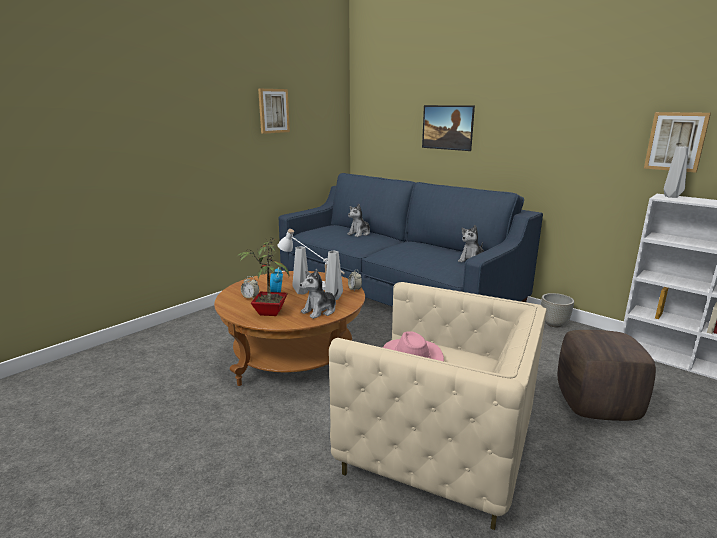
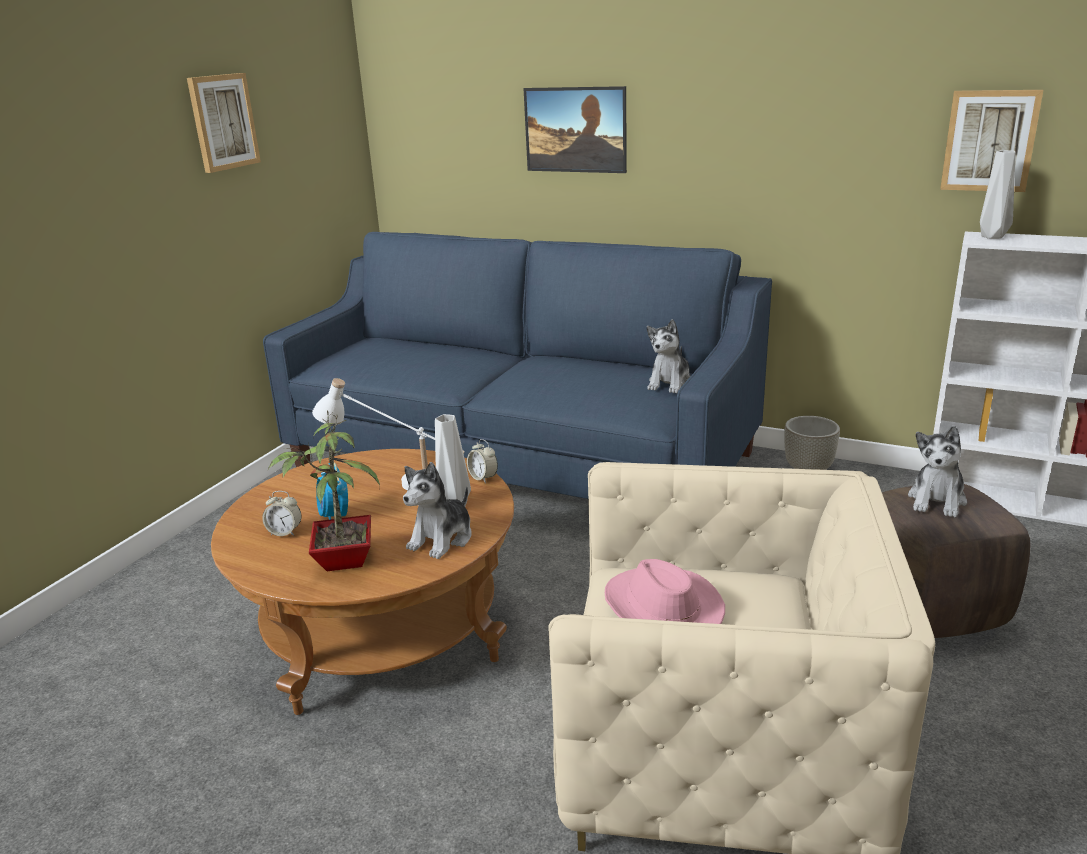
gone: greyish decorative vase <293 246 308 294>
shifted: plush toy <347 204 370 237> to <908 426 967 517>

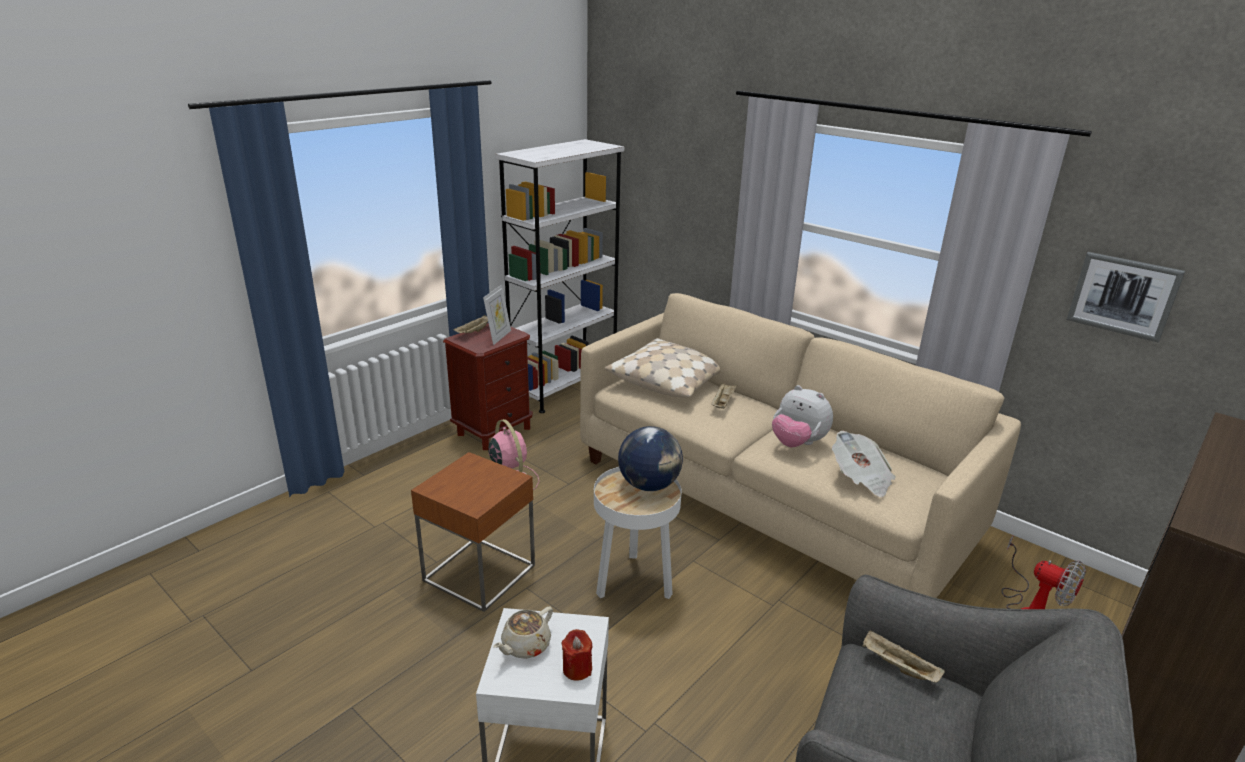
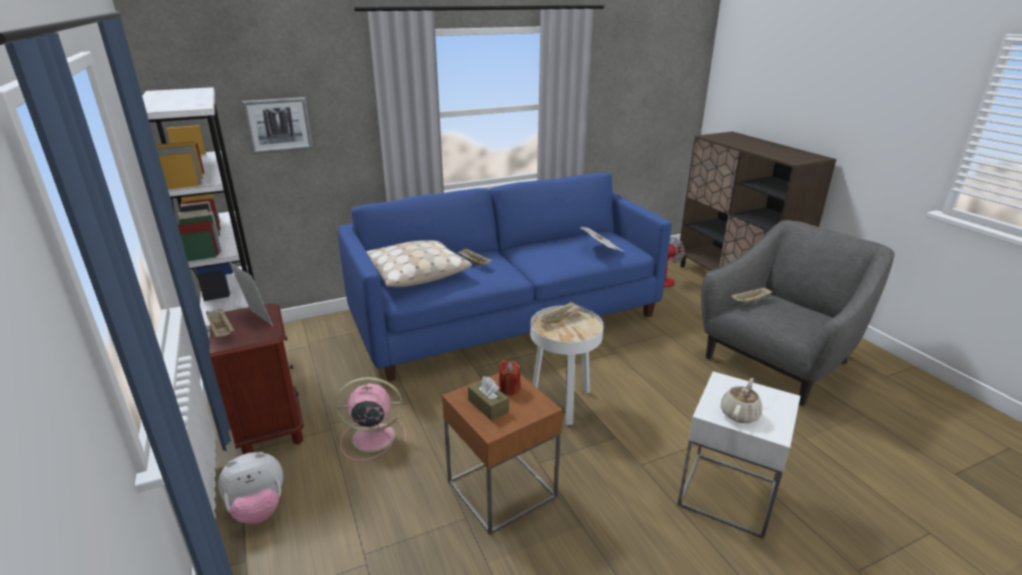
new: brown-coloured box of tissues <468 376 509 421>
shifted: reddish wax light <562 629 592 681> to <499 360 520 395>; plush toy <772 385 833 447> to <218 452 283 524>; wall picture <1067 252 1185 342> to <242 97 313 154>
swapped: globe <618 426 683 491> to beige carrying tray <536 301 583 324>
repainted: beige couch <580 293 1021 598> to bluish couch <338 172 672 382>
rotated: beige teapot <493 606 553 659> = <720 378 762 423> 120 degrees counterclockwise

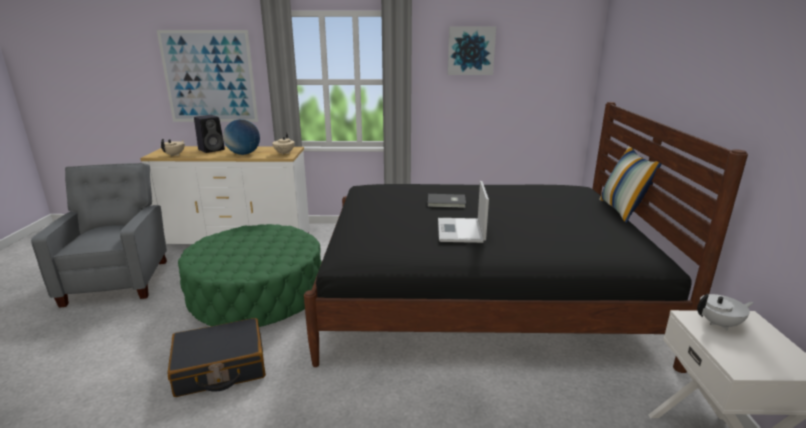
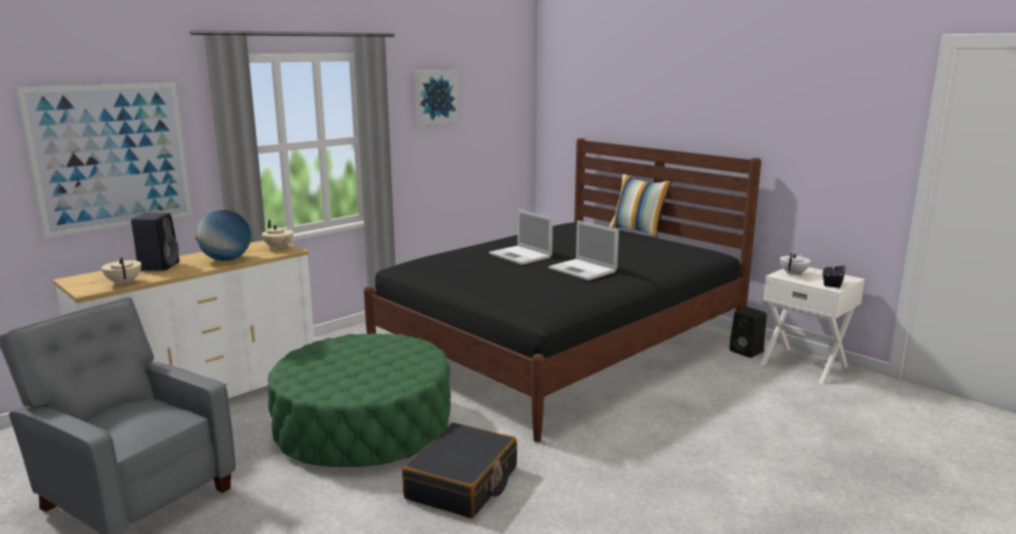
new: black loudspeaker <729 307 767 358>; black box of tissues <823 260 846 288>
swapped: greyish volume <428 194 466 208> to notebook computer <489 209 553 265>

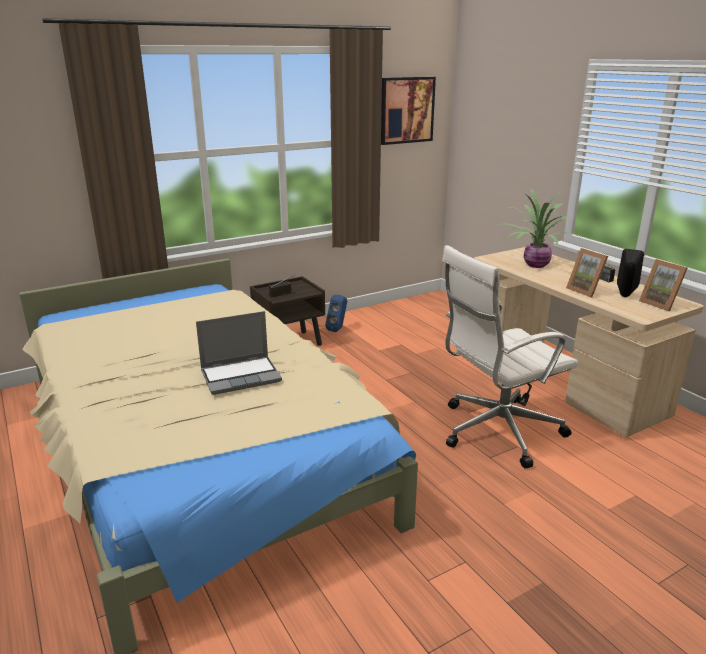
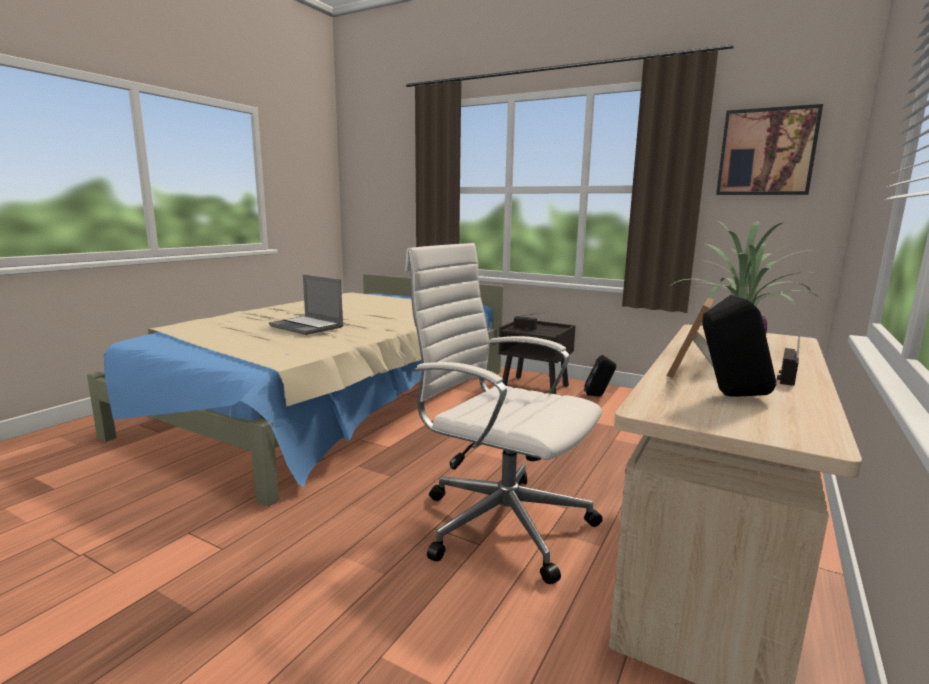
gone: standing frame <639 259 688 311>
repainted: bluish loudspeaker <325 294 347 332> to black loudspeaker <584 355 616 396>

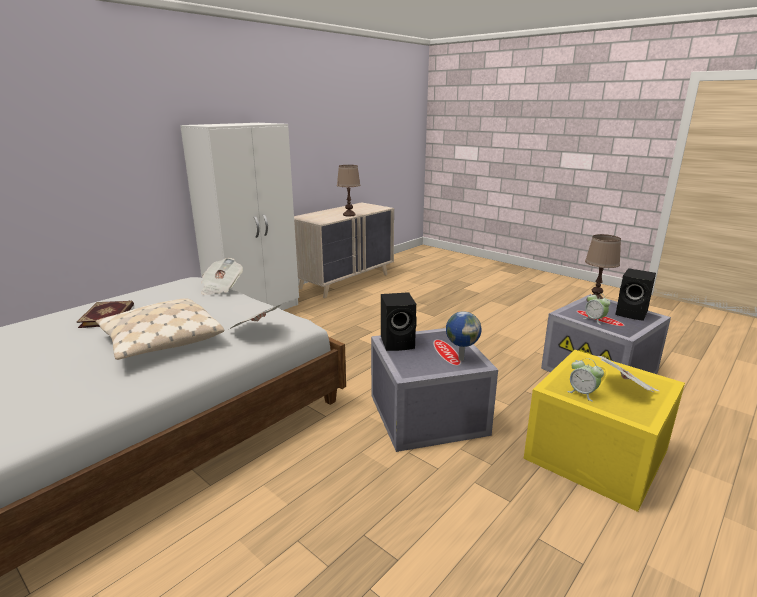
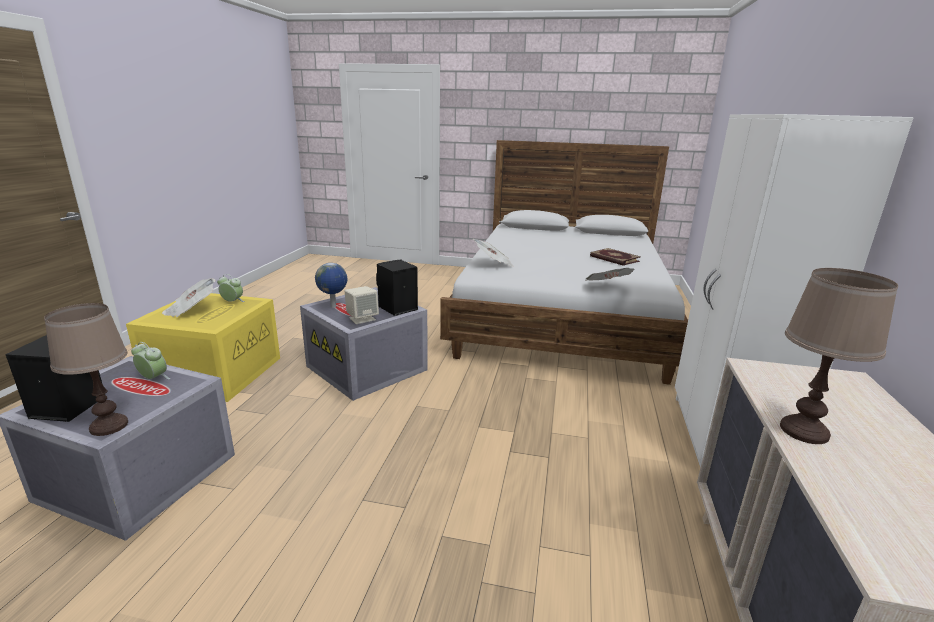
gone: beige cushion <96 298 225 360>
new: beige loudspeaker <344 286 379 324>

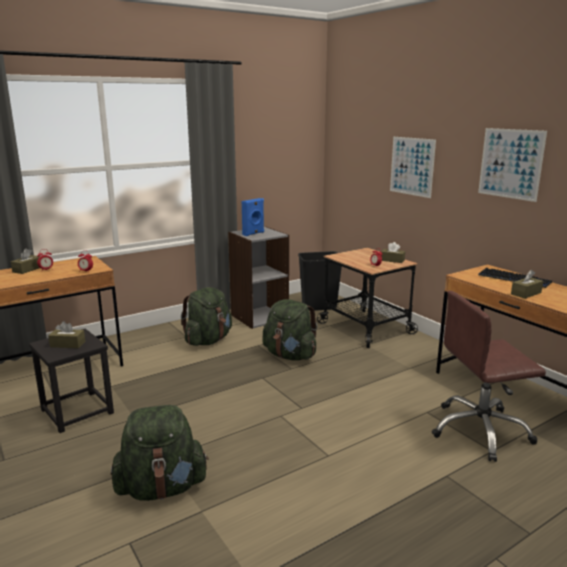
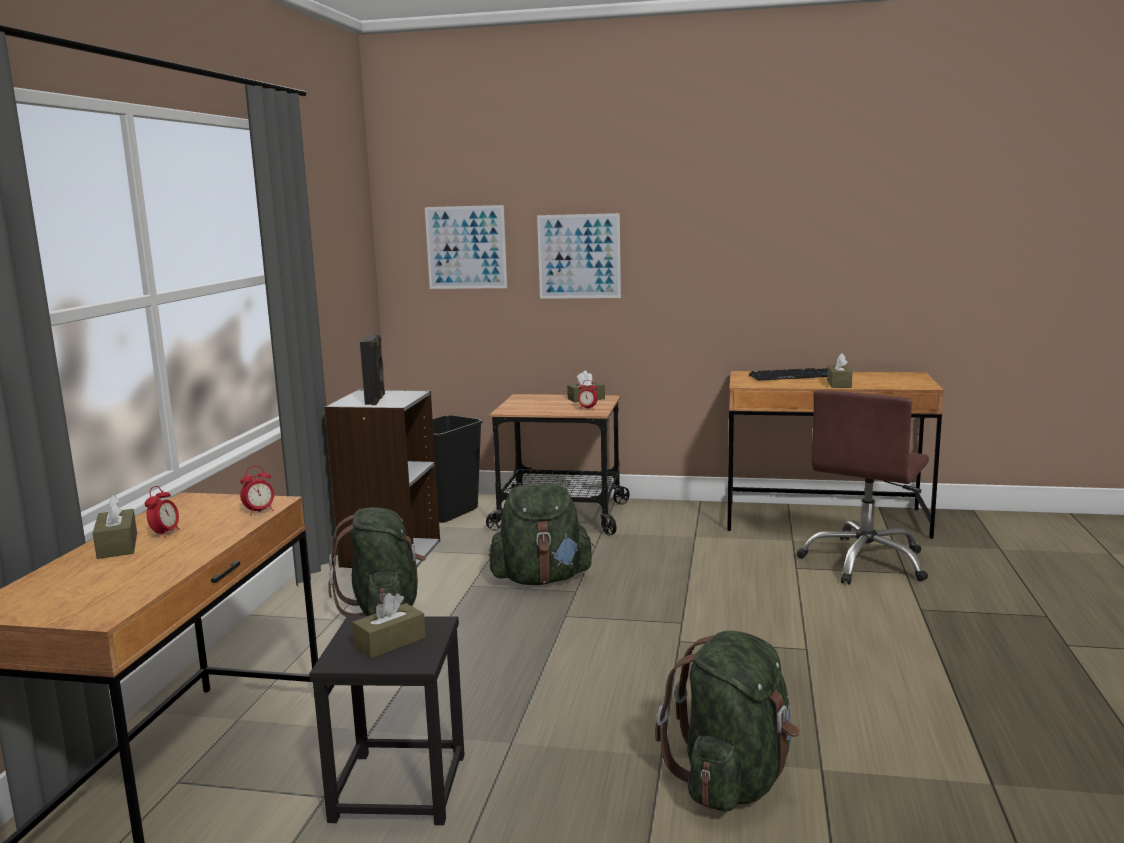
shifted: wall picture <478 128 547 202> to <425 205 507 289>
repainted: bluish loudspeaker <242 198 264 236> to black loudspeaker <360 334 385 405>

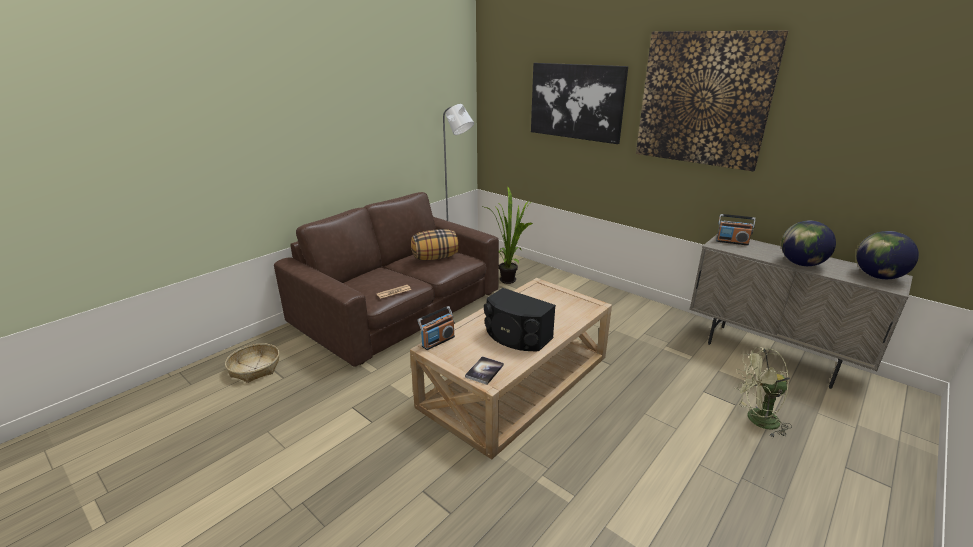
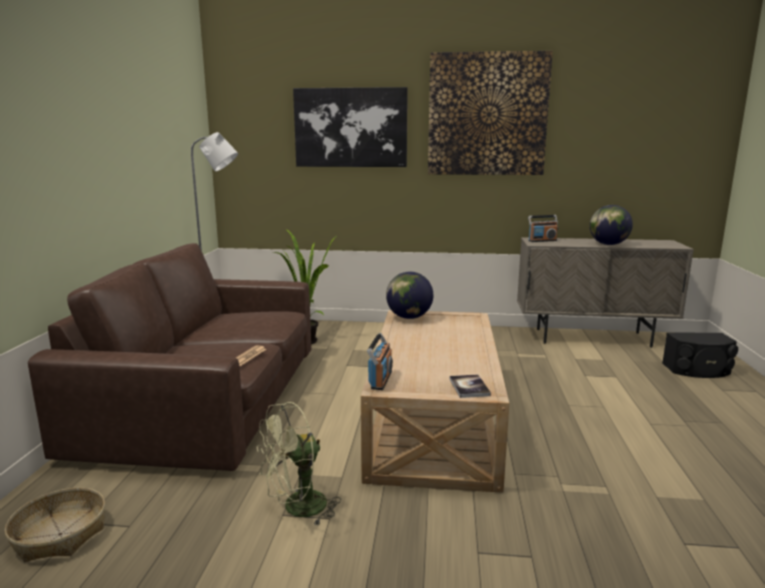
gone: cushion <411 229 459 260>
shifted: black loudspeaker <484 288 556 351> to <662 332 738 378>; greenish cooling fan <735 347 792 438> to <257 402 341 526>; globe <856 231 919 279> to <386 272 433 319>

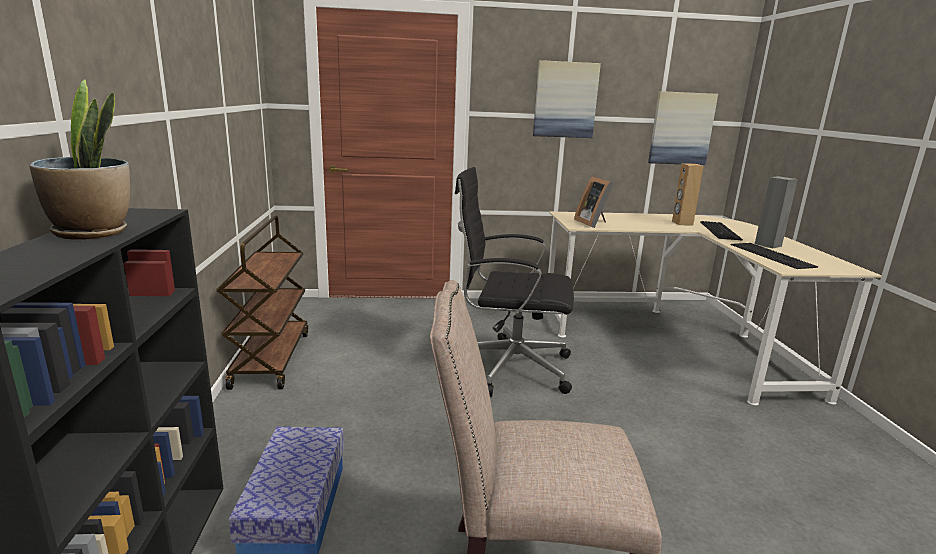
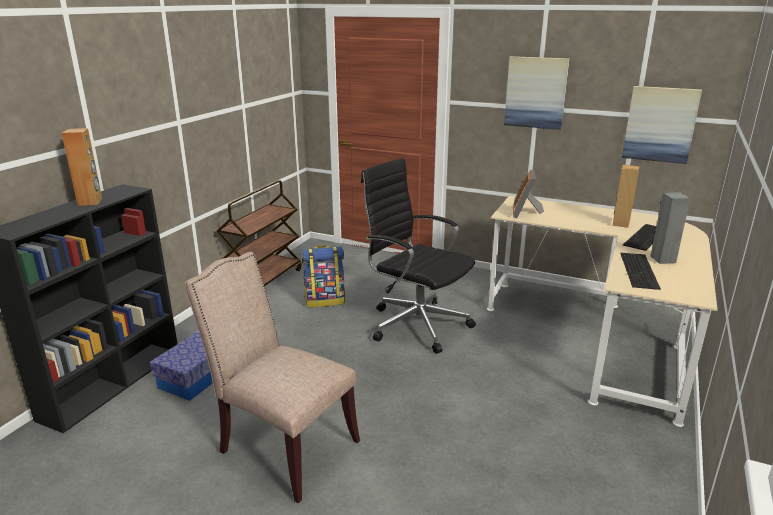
new: rucksack <302 245 345 308>
swapped: plant in a pot <29 80 130 240> to brown-coloured loudspeaker <62 128 102 206>

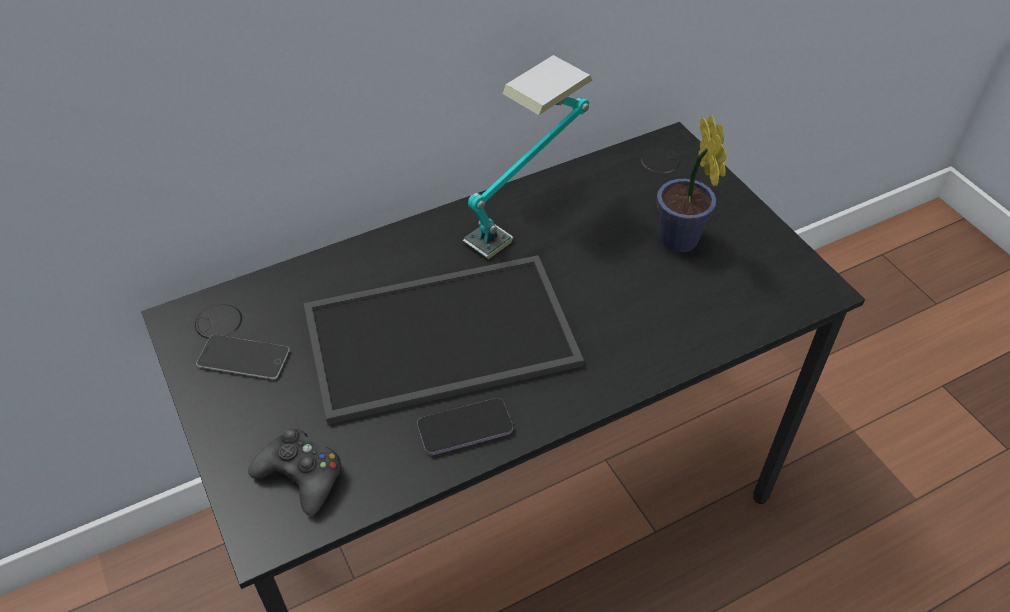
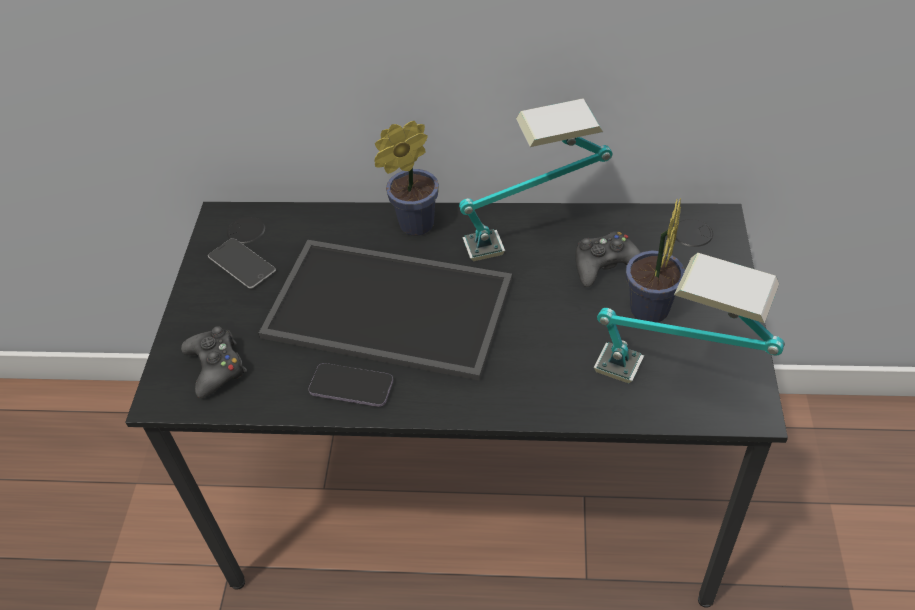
new: plant in a pot <374 121 439 236>; black game controller <575 232 641 287>; lamp for a table <594 253 785 384>

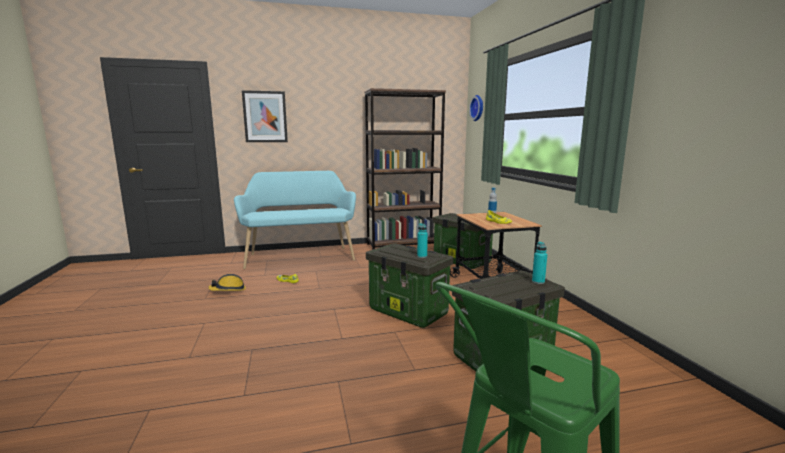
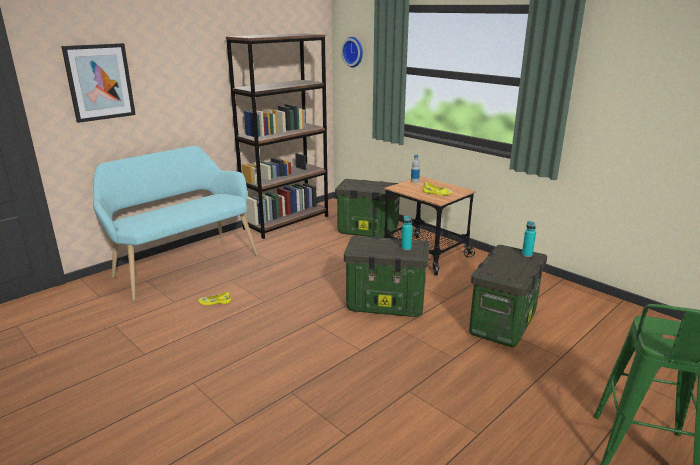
gone: work helmet <208 274 246 291>

